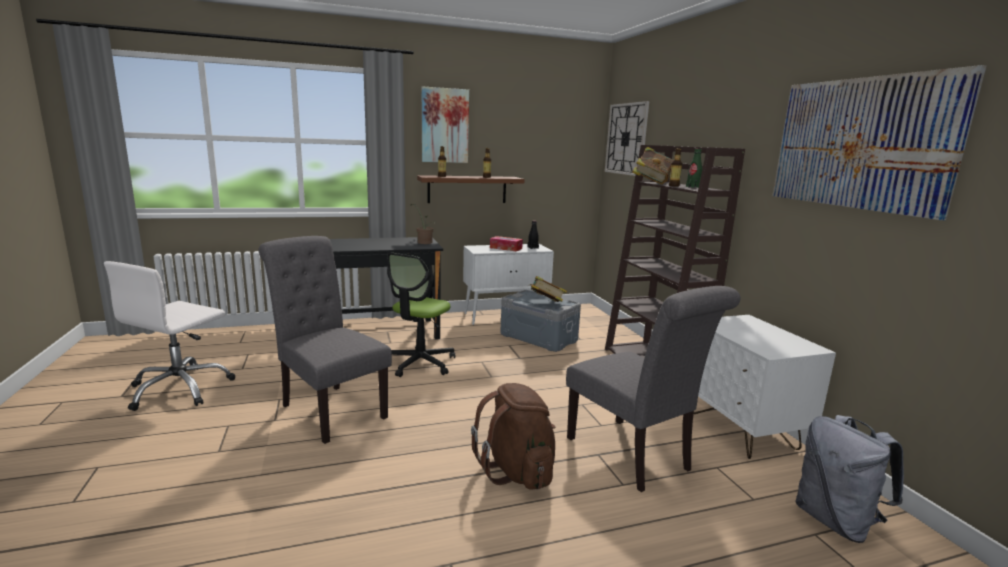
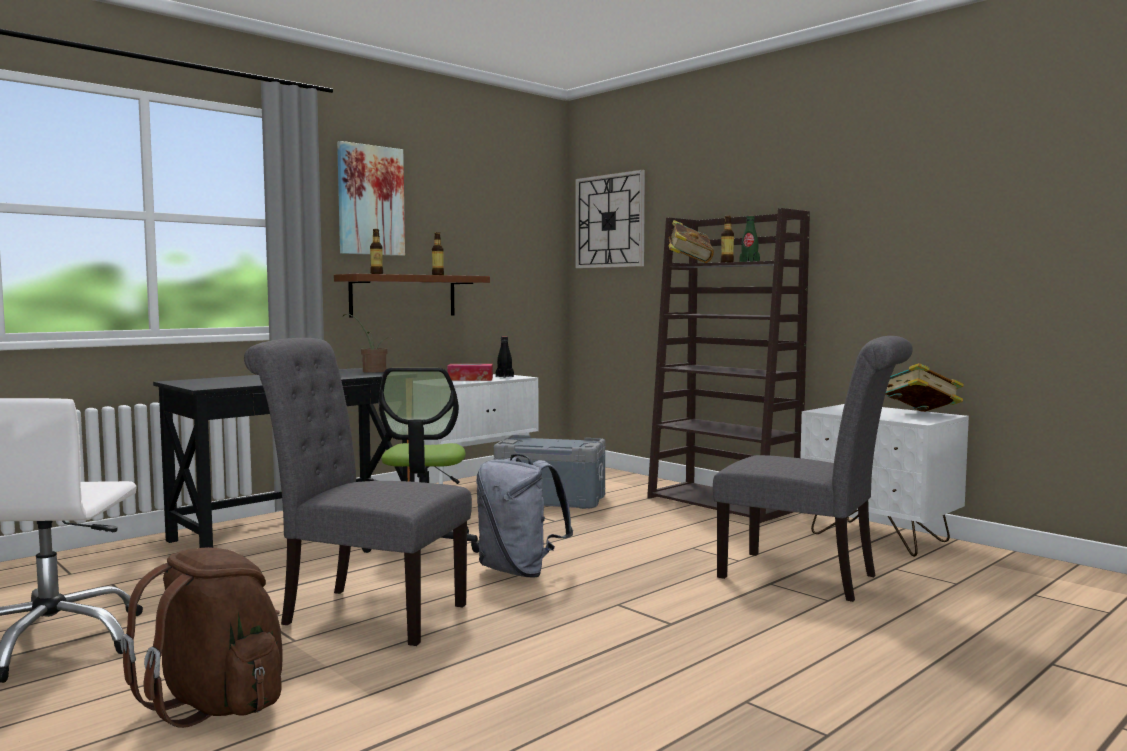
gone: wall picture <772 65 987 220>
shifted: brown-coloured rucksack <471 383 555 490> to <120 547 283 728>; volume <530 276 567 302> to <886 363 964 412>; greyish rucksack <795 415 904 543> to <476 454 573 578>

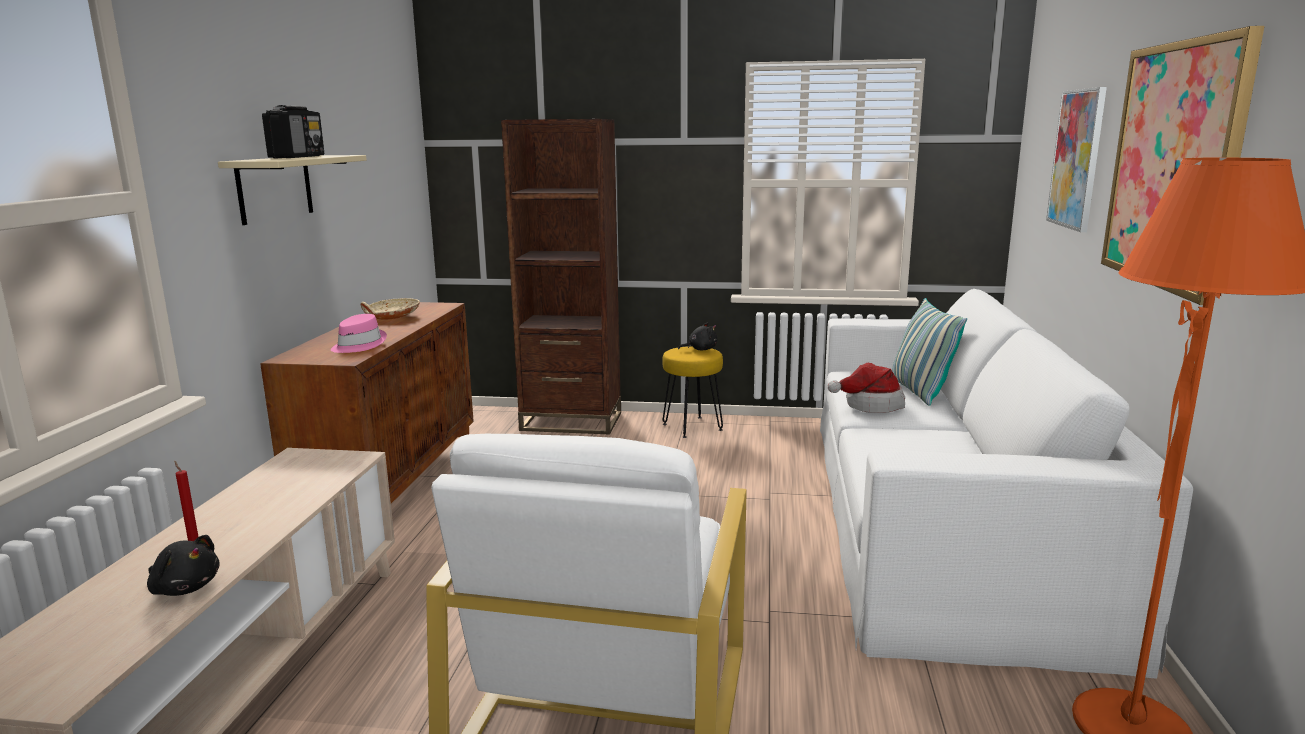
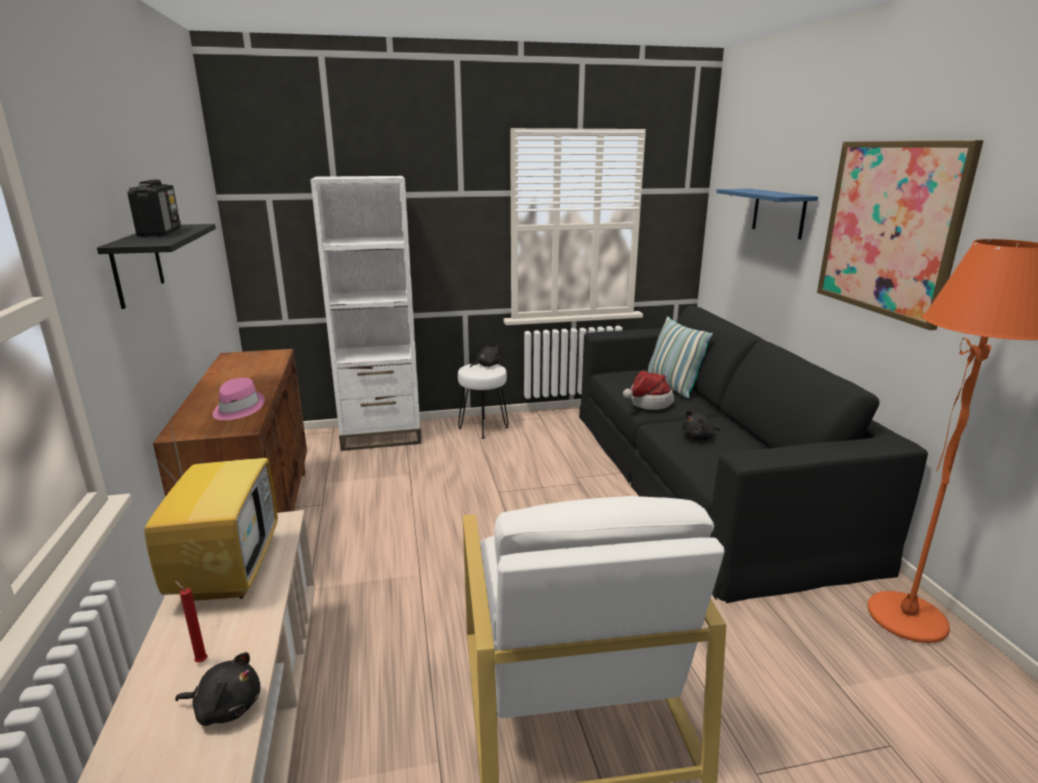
gone: beige deep dish <361 298 420 320>
new: TV set <144 409 278 601>; black plush toy <682 410 720 440>
swapped: wall picture <1046 87 1107 232> to bluish wall shelf <716 189 818 239>
repainted: beige wall shelf <218 155 367 225> to black wall shelf <97 224 216 309>; brown-coloured bookshelf <501 119 621 434> to white bookshelf <310 176 422 451>; yellowish stool seat <662 346 723 438> to white stool seat <458 364 509 439>; white couch <820 289 1193 679> to black couch <579 305 928 603>

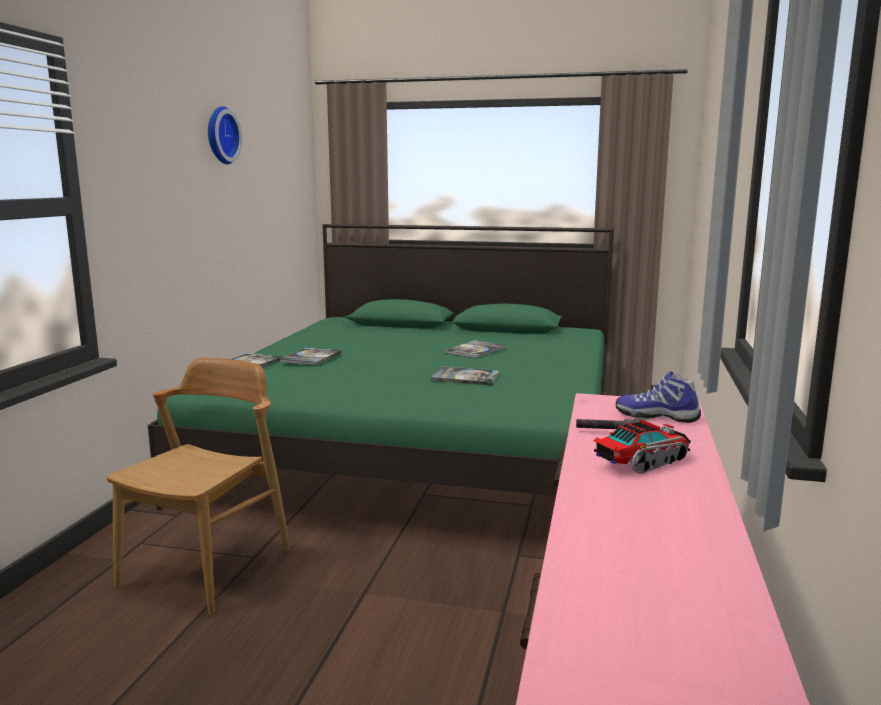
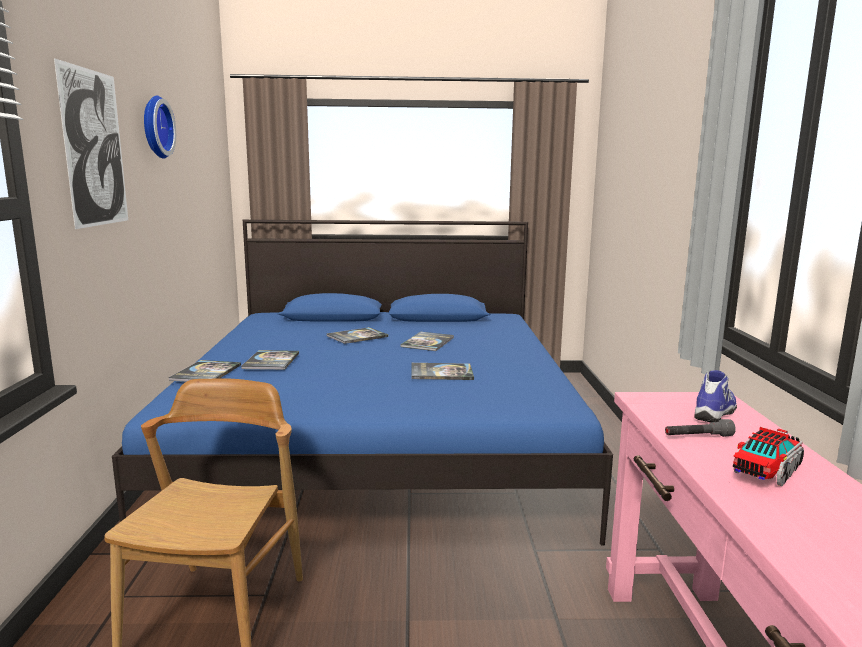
new: wall picture <54 58 128 229>; volume <326 327 388 344>
repainted: greenish sleeping bed <148 224 614 510> to bluish sleeping bed <112 220 613 546>
rotated: low shoe <616 371 701 423> = <694 370 737 423> 120 degrees clockwise

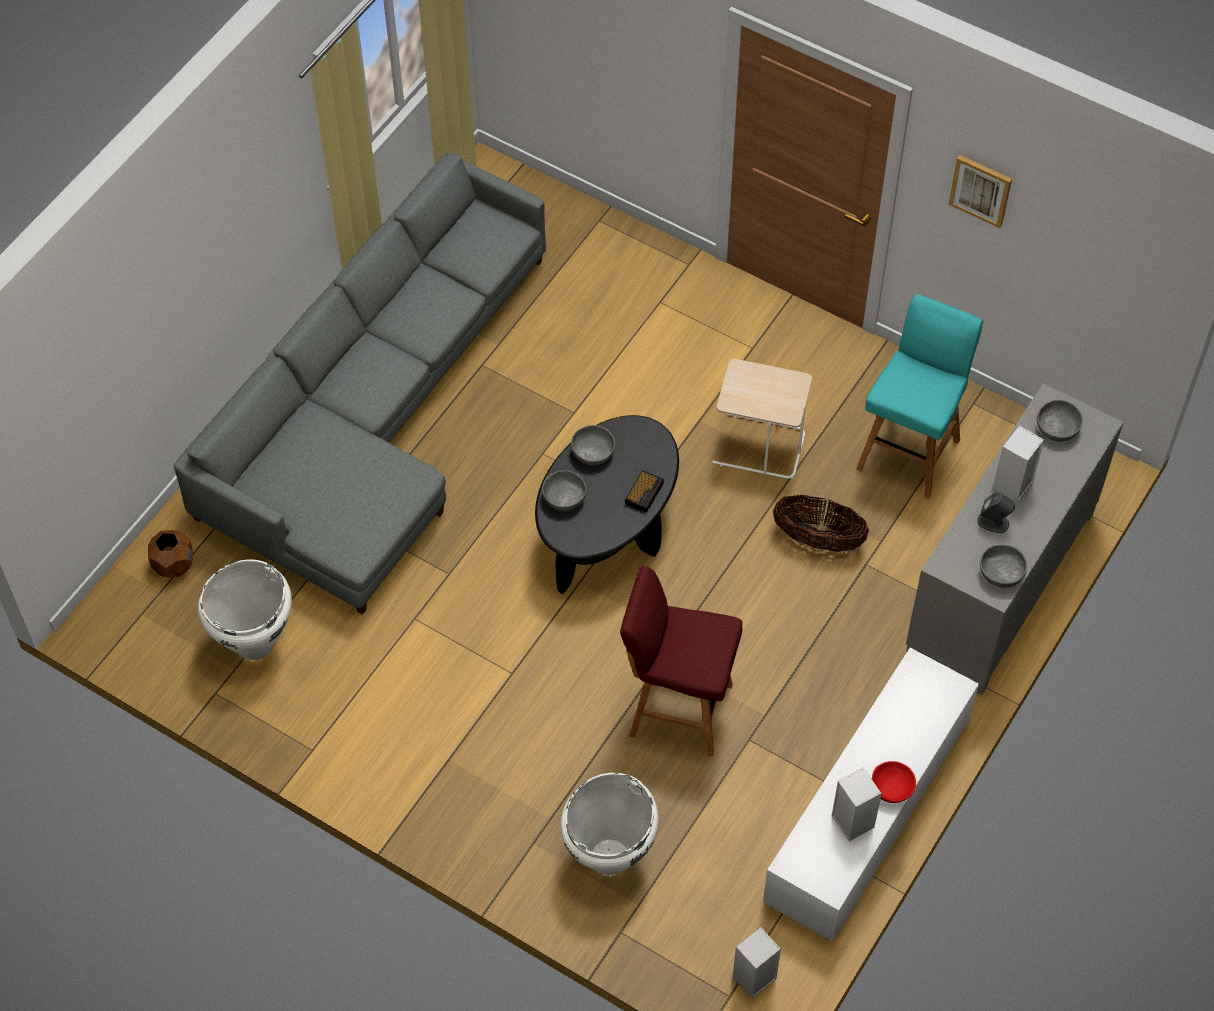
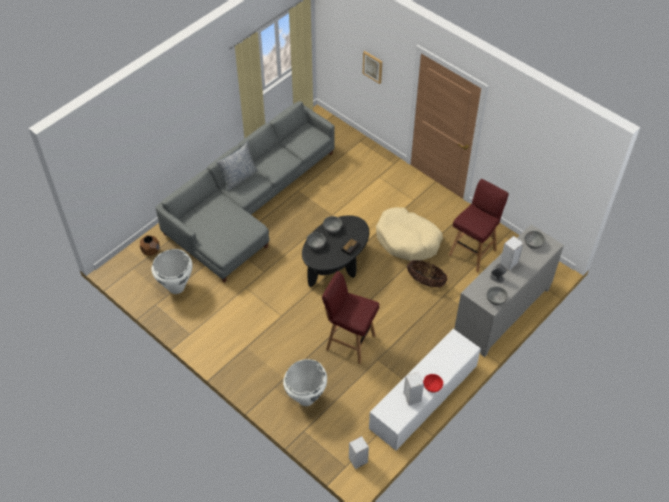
new: cushion <216 142 258 191>
shifted: wall picture <948 155 1012 228> to <363 51 382 84>
swapped: beige side table <712 359 812 479> to beige dog cushion <376 207 443 261>
repainted: blue-green stool seat <856 294 983 499> to reddish stool seat <449 179 509 272>

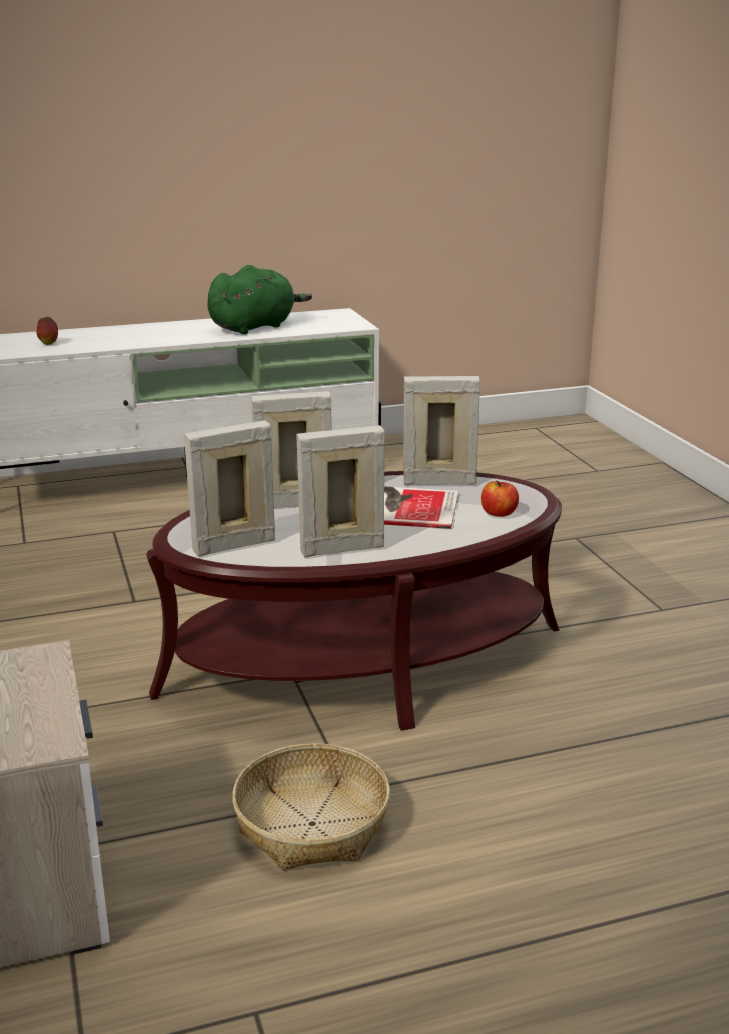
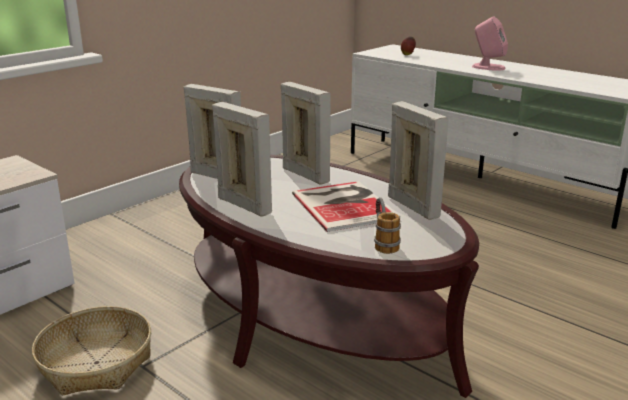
gone: greenish plush toy <207 265 312 334>
new: pinkish loudspeaker <472 16 508 71>
swapped: apple fruit <481 480 519 517> to coffee mug <374 197 401 254>

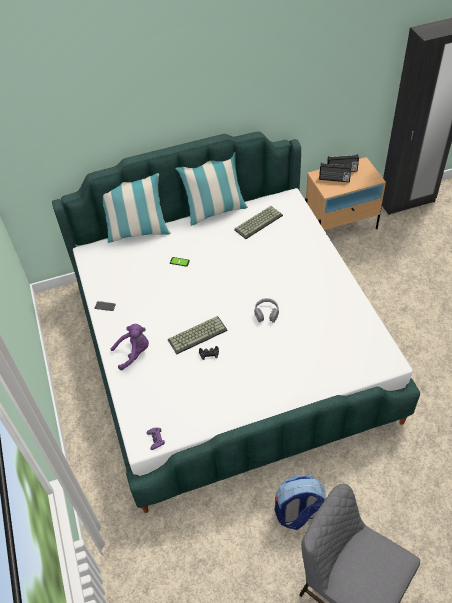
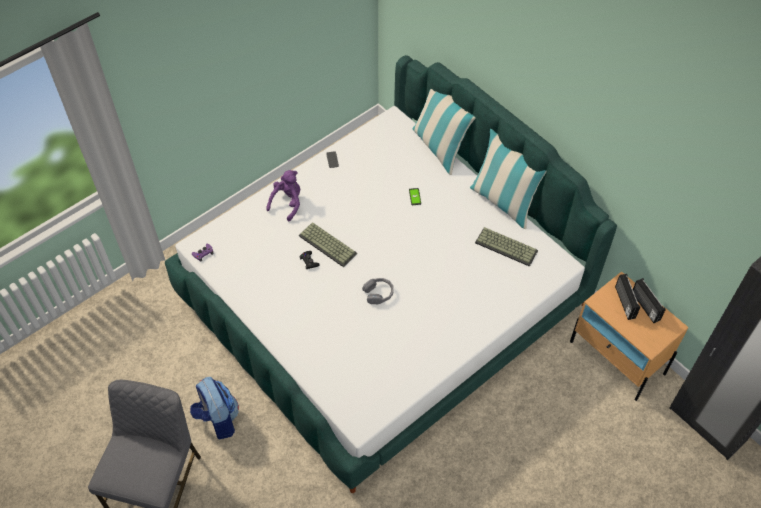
rotated: purple plush toy <111 324 149 370> = <266 170 300 221> 105 degrees counterclockwise

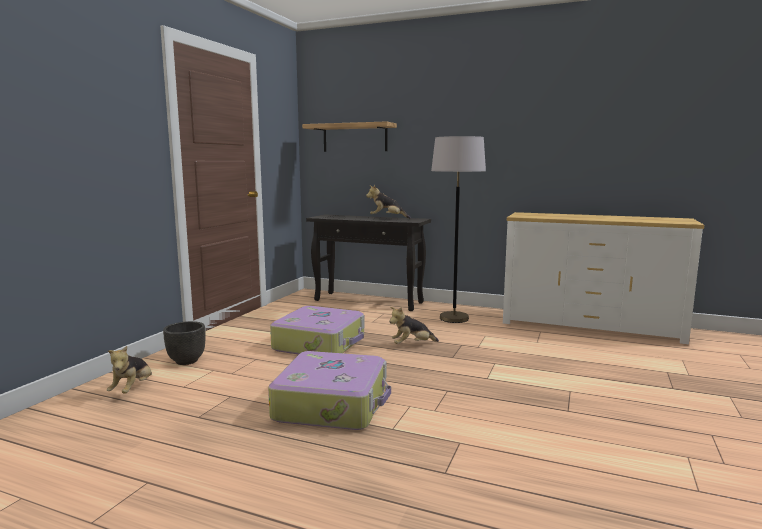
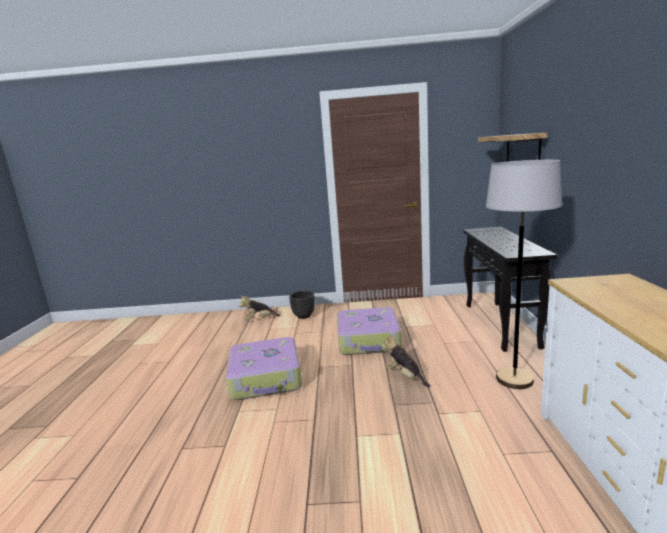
gone: plush toy <366 185 411 219>

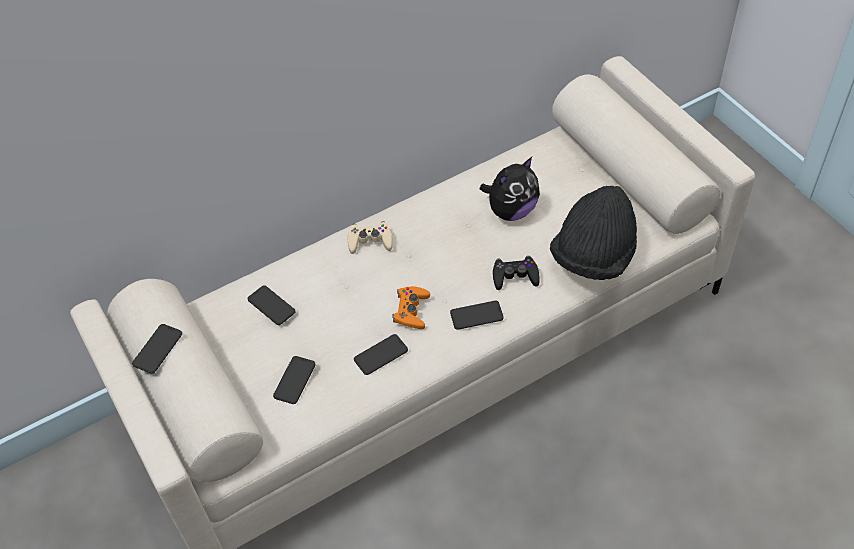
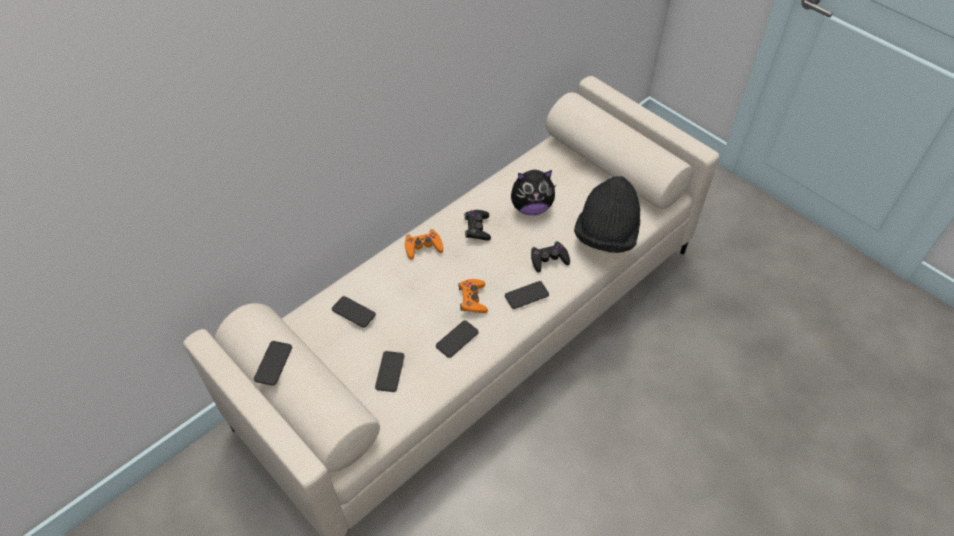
new: black game controller <464 210 491 241>
repainted: beige game controller <348 221 392 254> to orangey game controller <405 229 443 260>
rotated: plush toy <480 157 540 221> = <511 170 556 215> 45 degrees clockwise

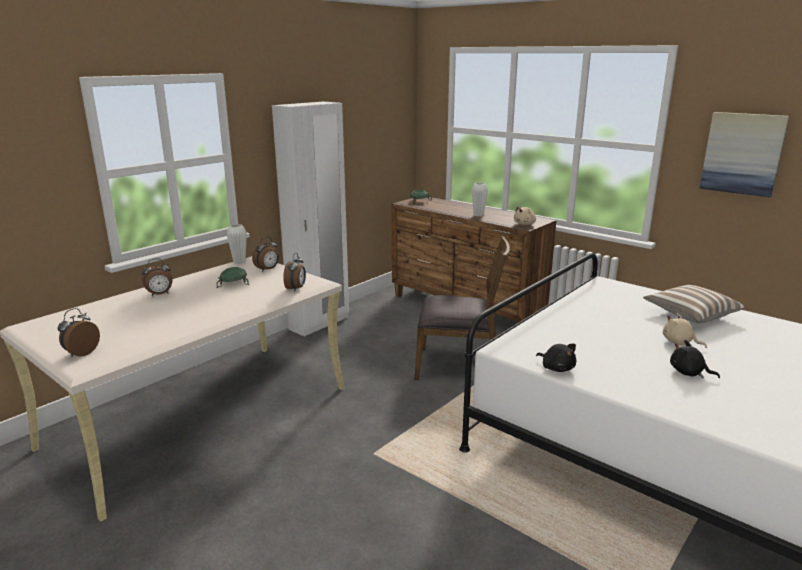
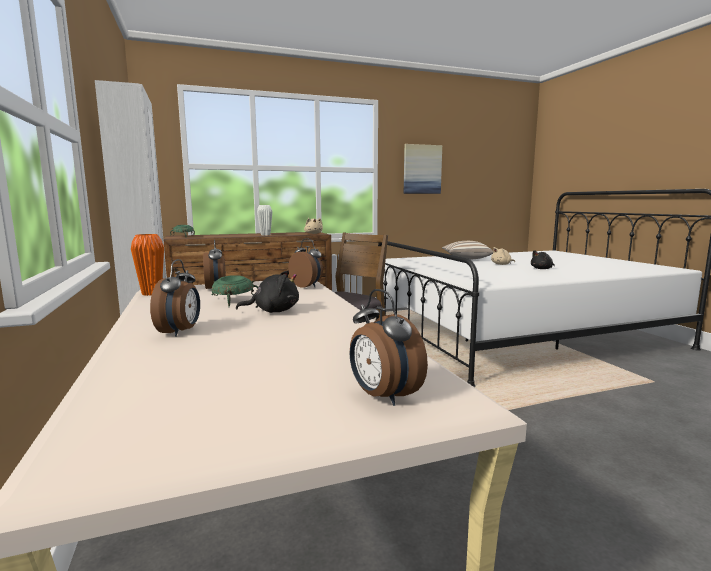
shifted: black plush toy <536 344 576 372> to <236 270 299 313>
repainted: white decorative vase <227 224 247 264> to orangey decorative vase <131 234 164 296>

